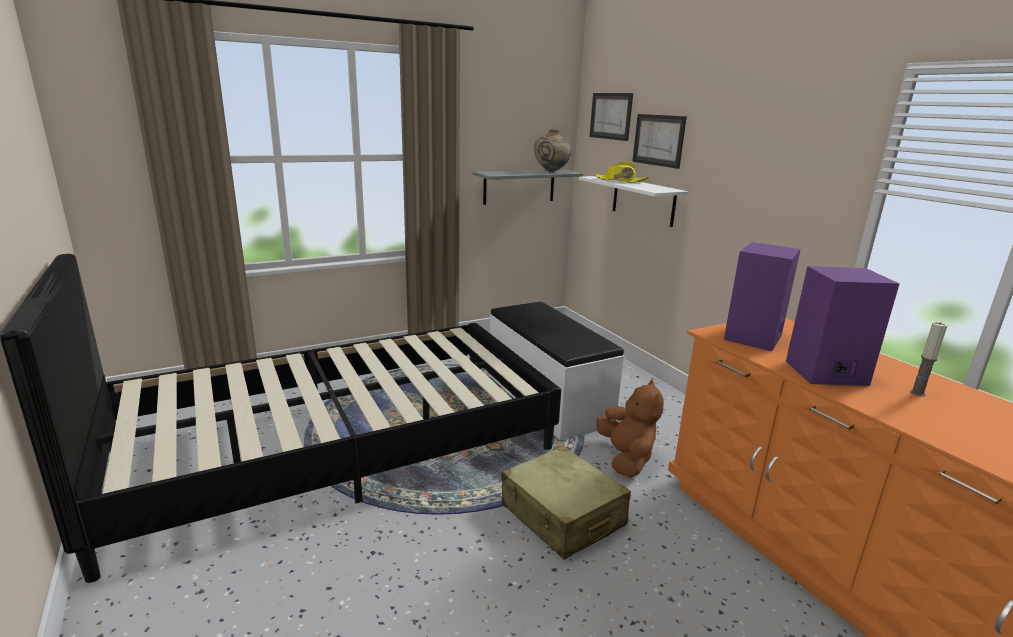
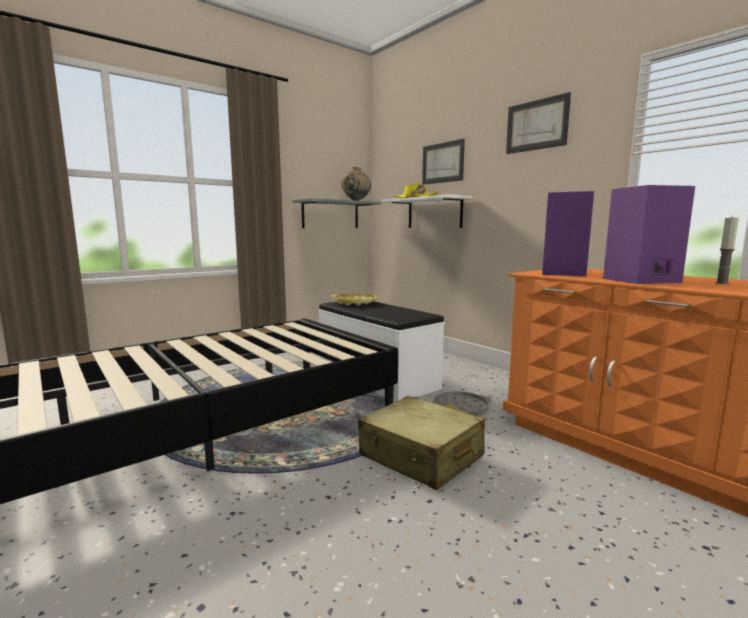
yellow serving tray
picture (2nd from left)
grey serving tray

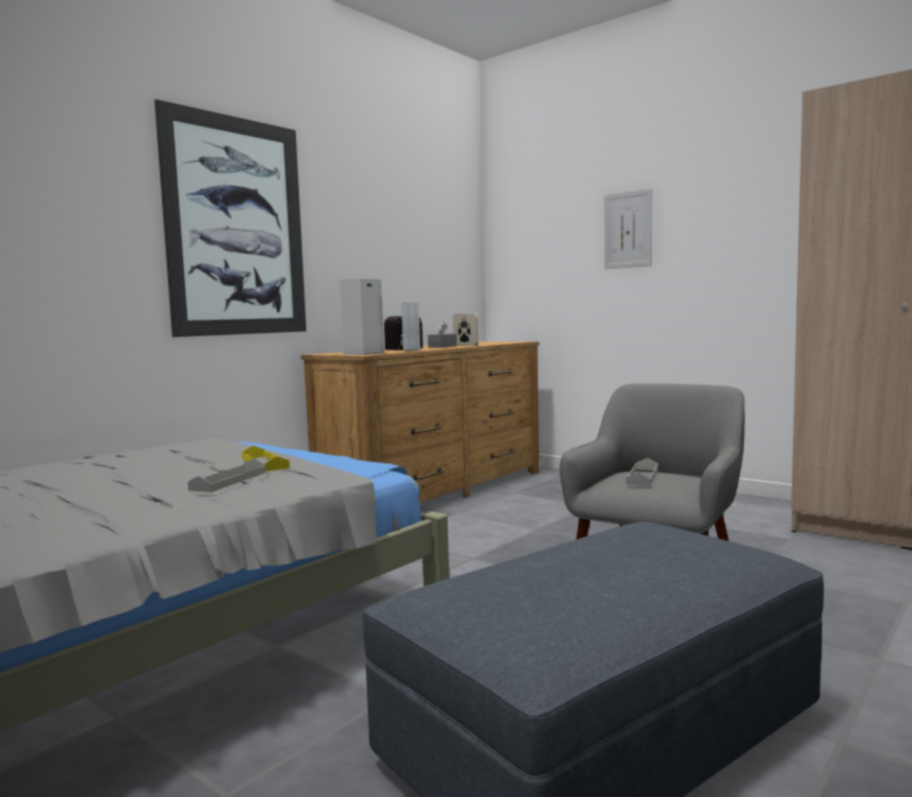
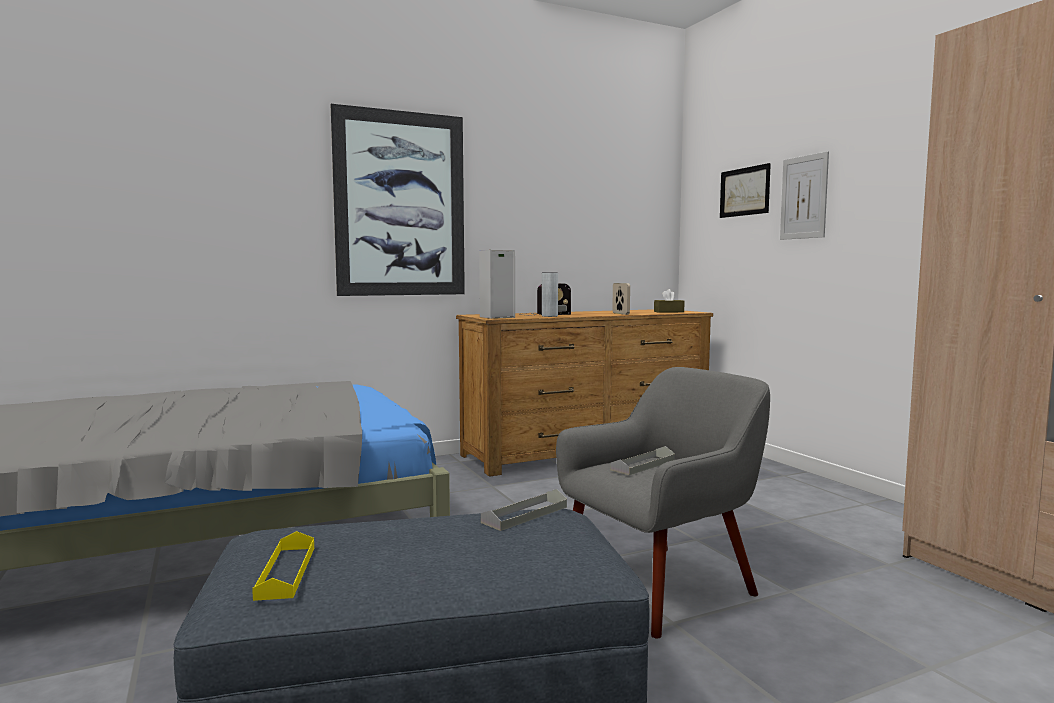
grey box of tissues
brown box of tissues
picture (2nd from left)
grey serving tray (1st from left)
yellow serving tray

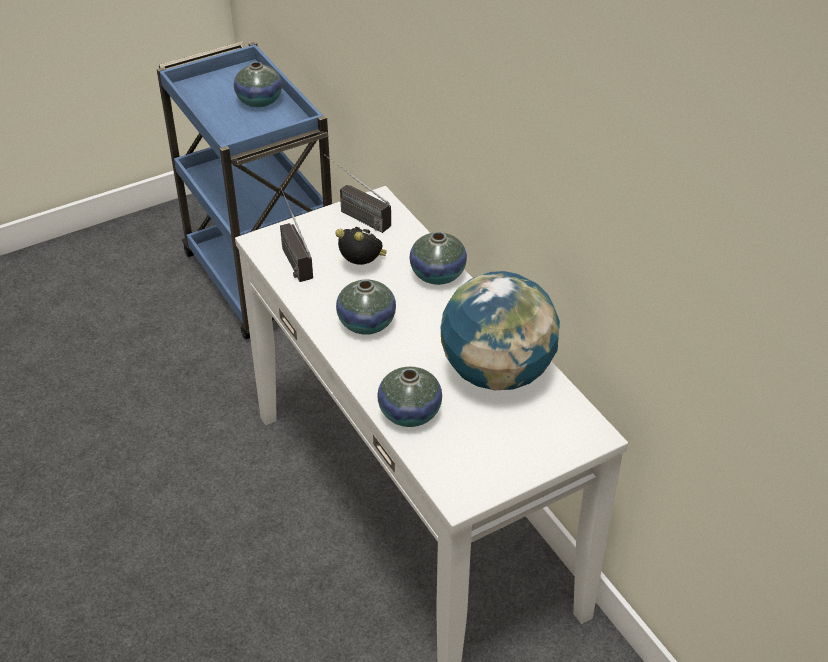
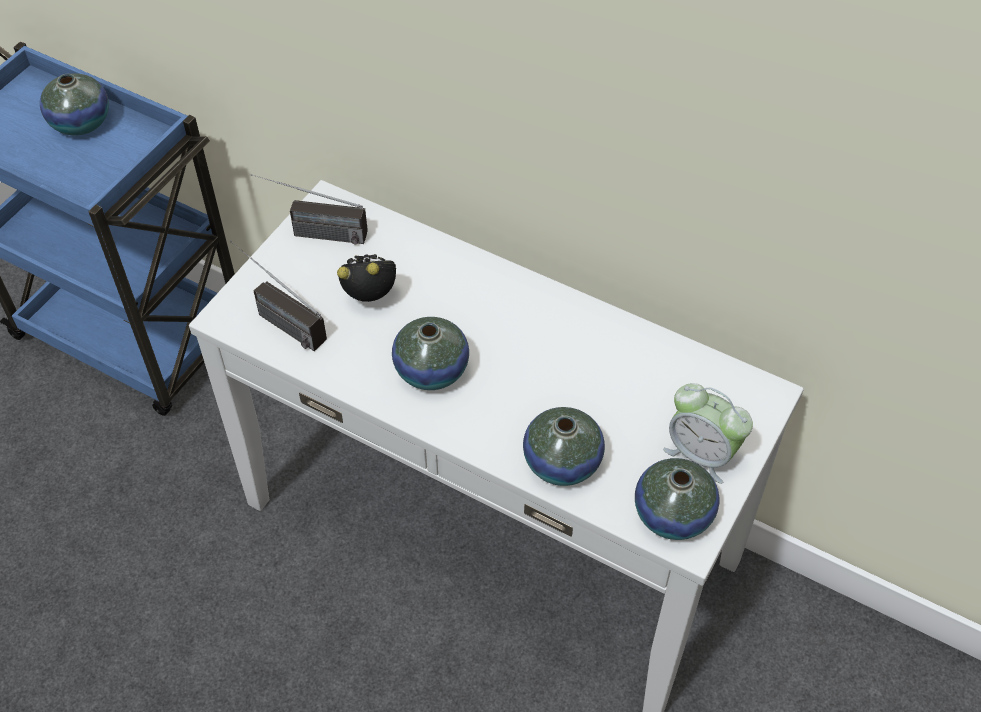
world globe
alarm clock (2nd from left)
decorative vase (4th from left)

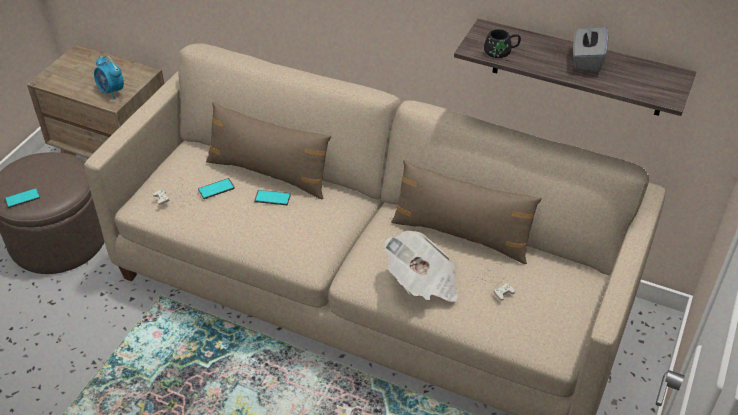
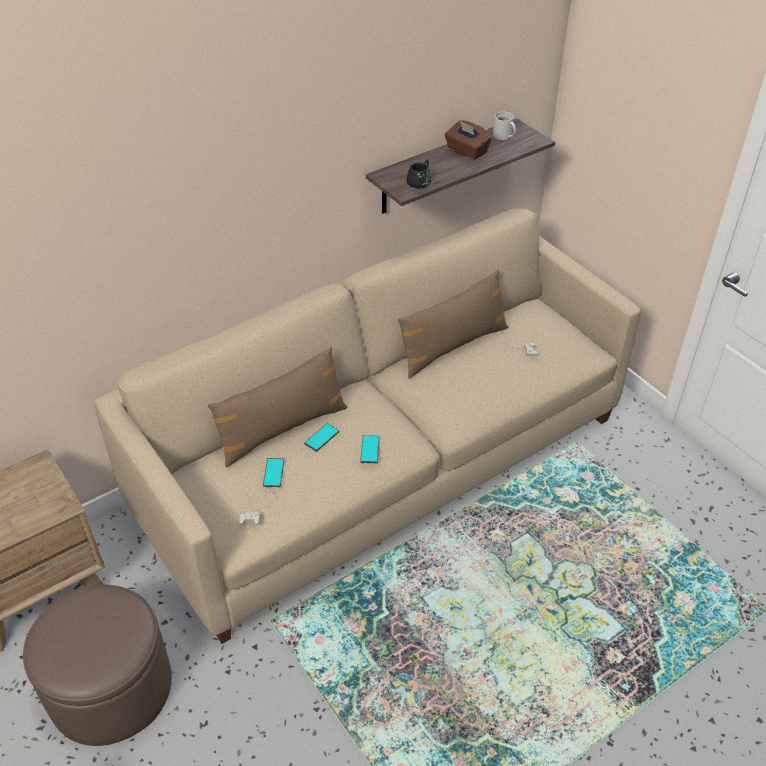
alarm clock
daily paper
white-coloured coffee mug
phone (3rd from left)
brown box of tissues

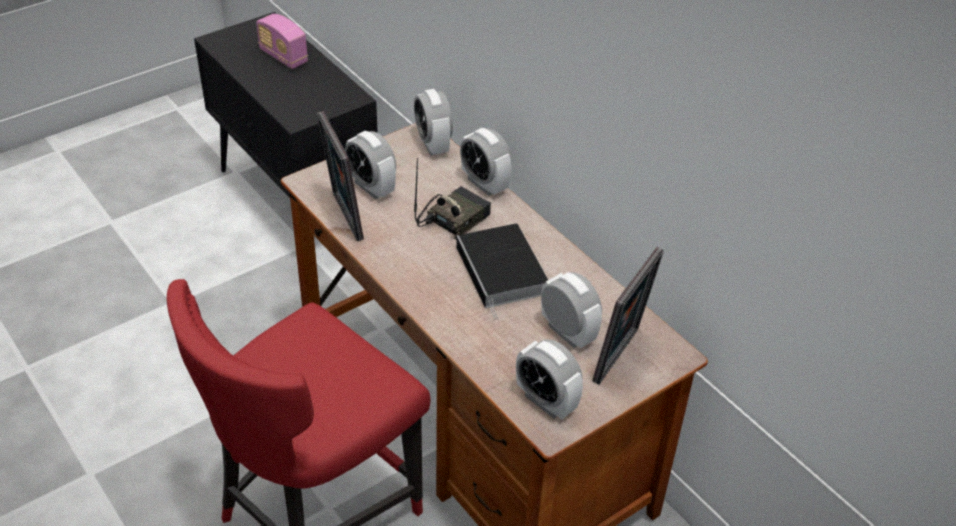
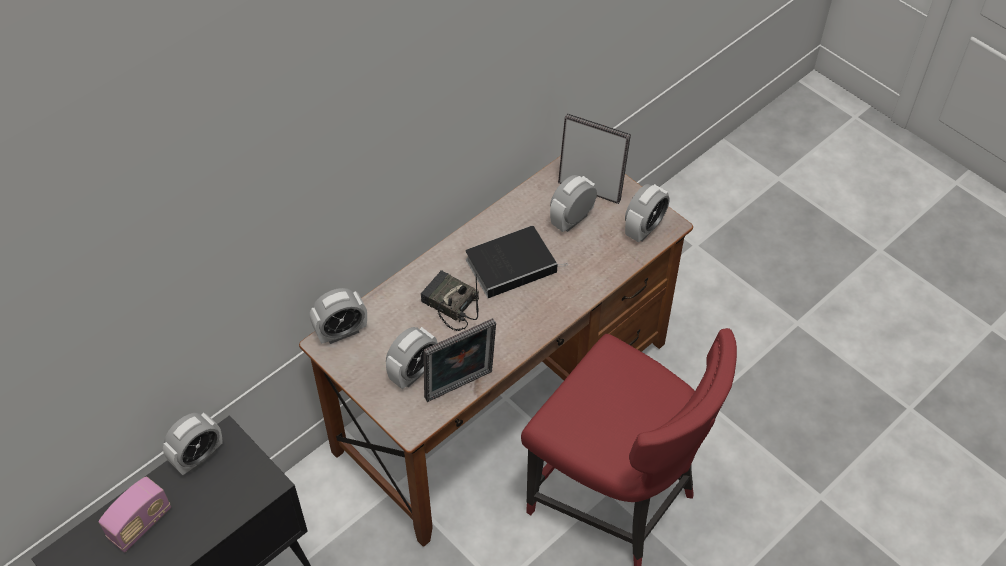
alarm clock (1st from left)

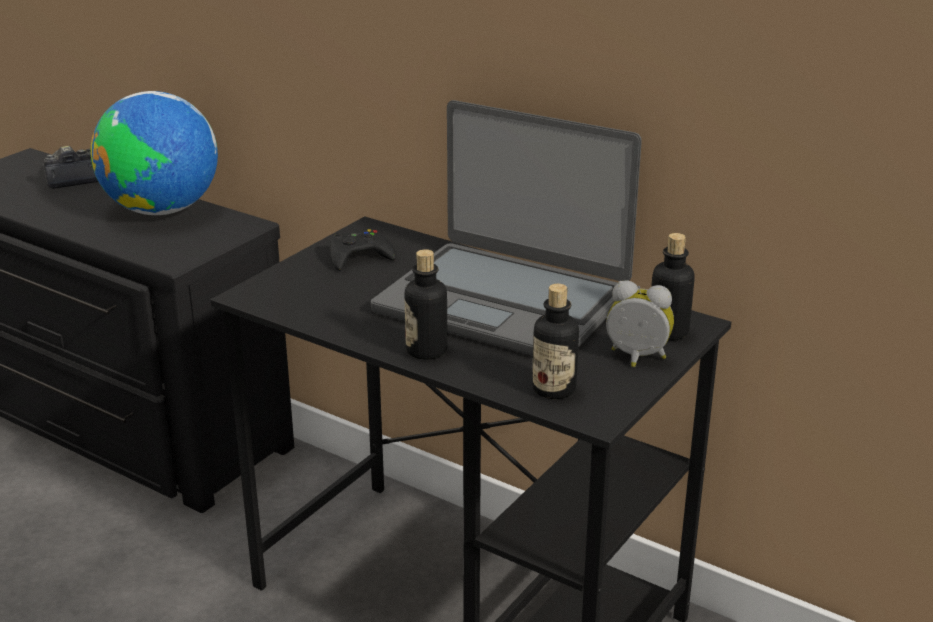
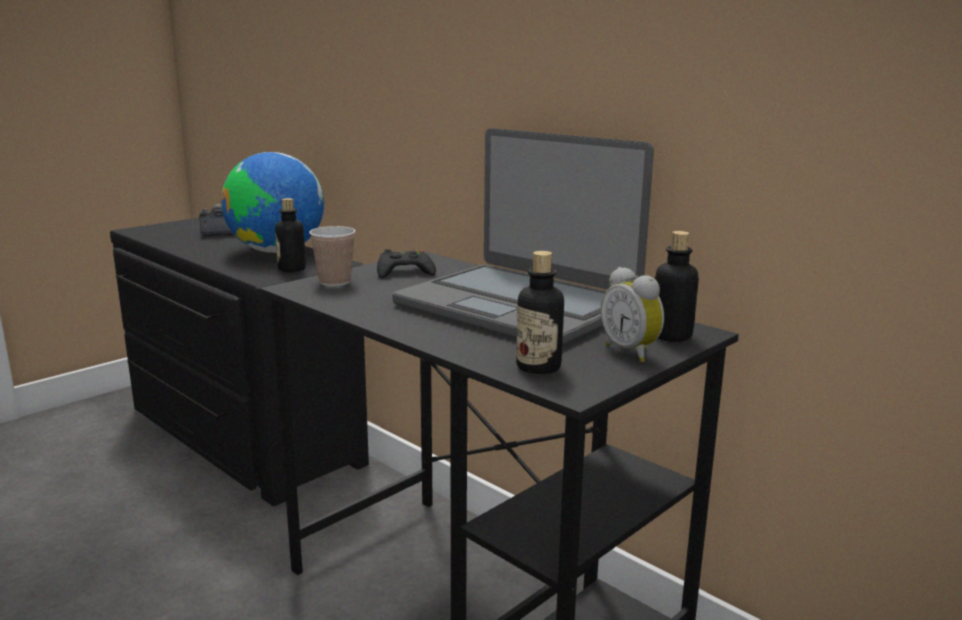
cup
bottle (1st from left)
alarm clock

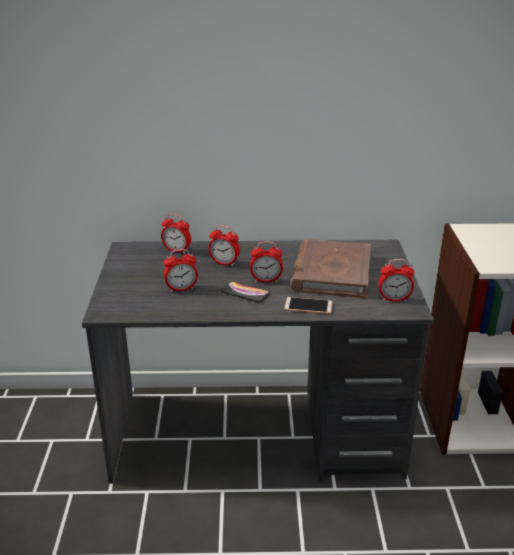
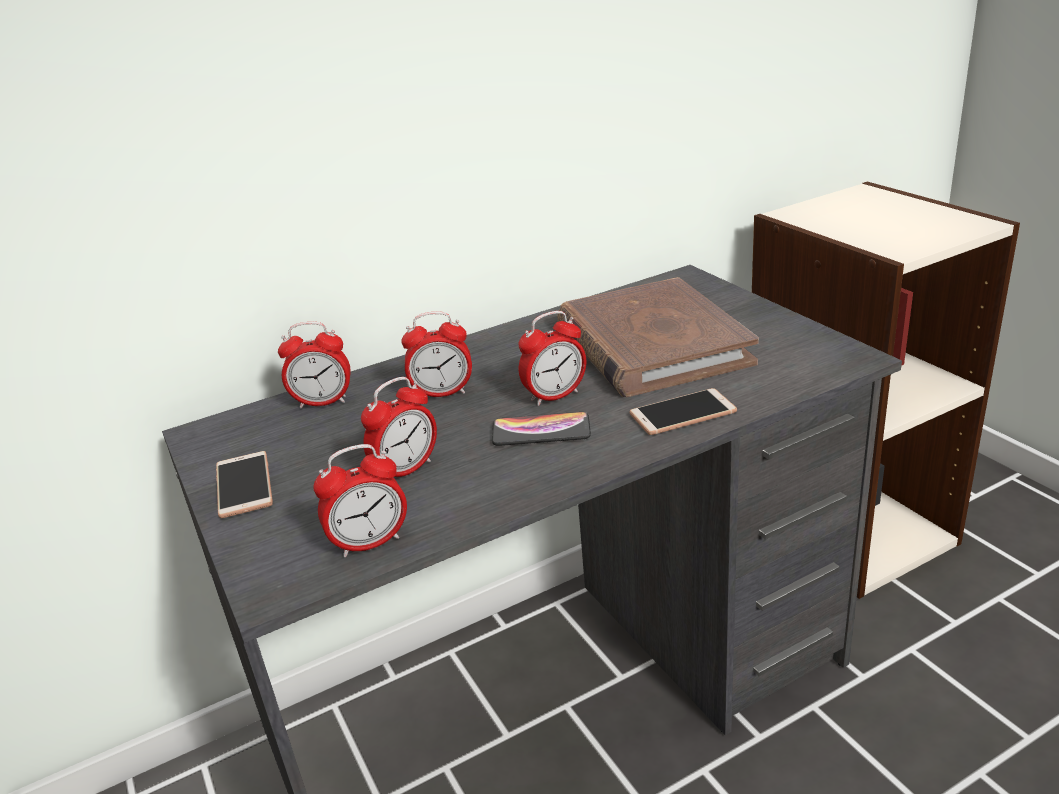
phone (1st from left)
alarm clock (2nd from left)

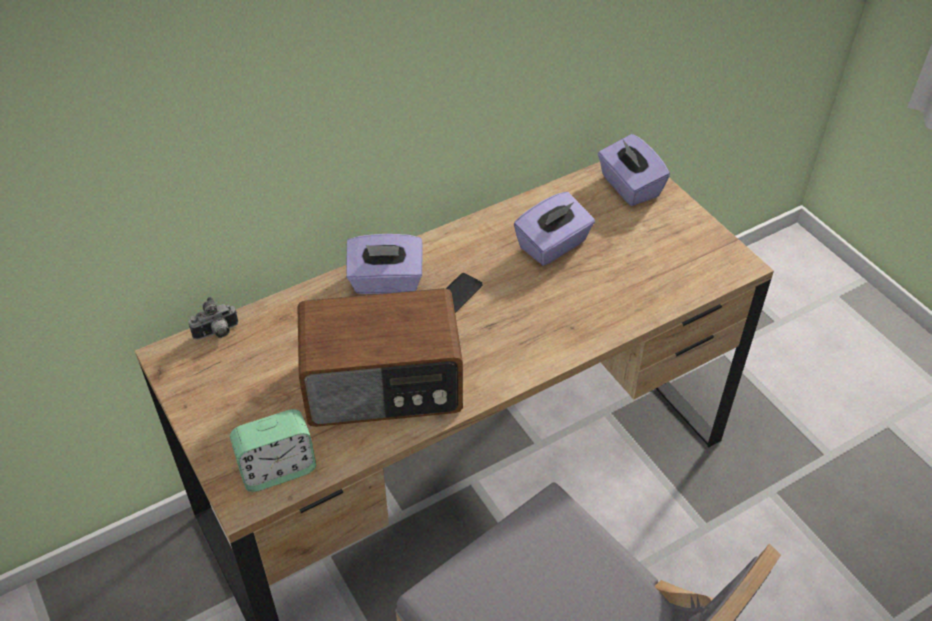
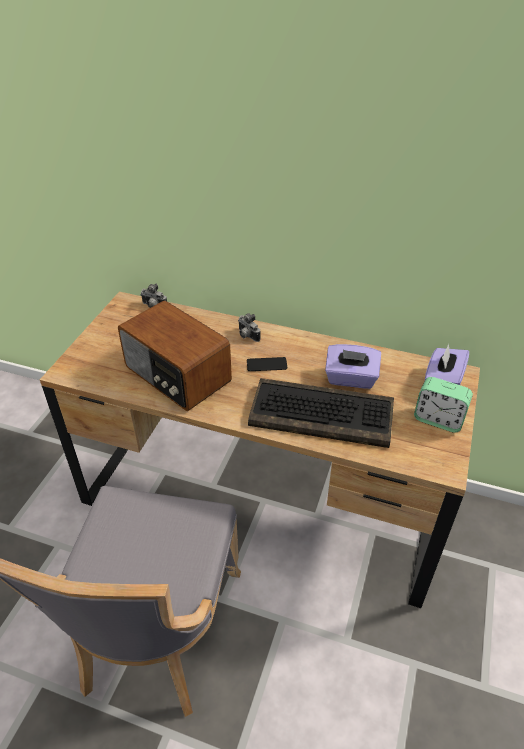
computer keyboard
alarm clock
still camera (2nd from left)

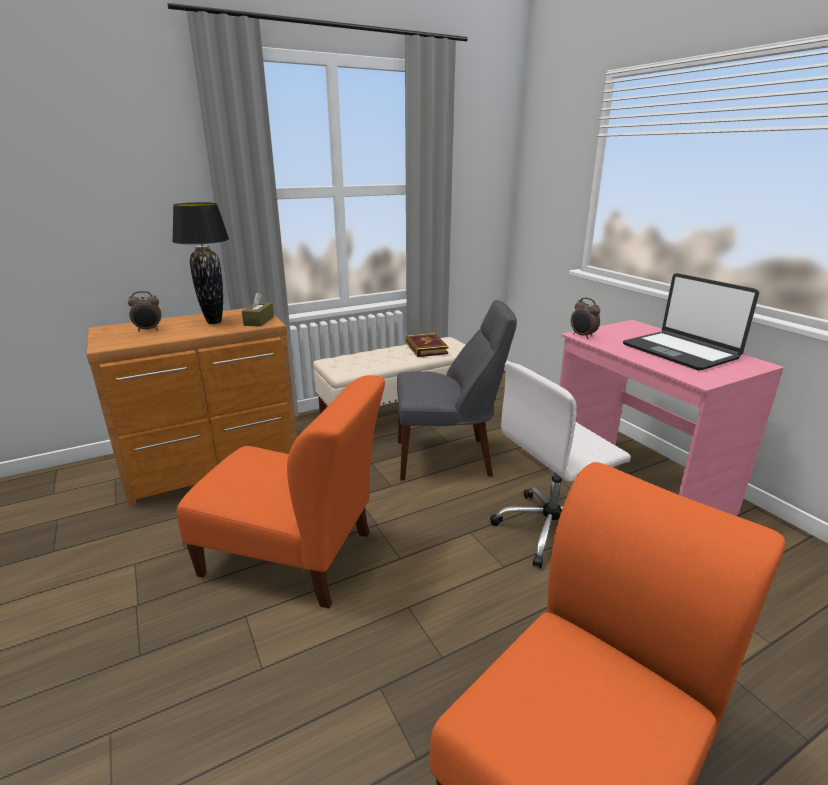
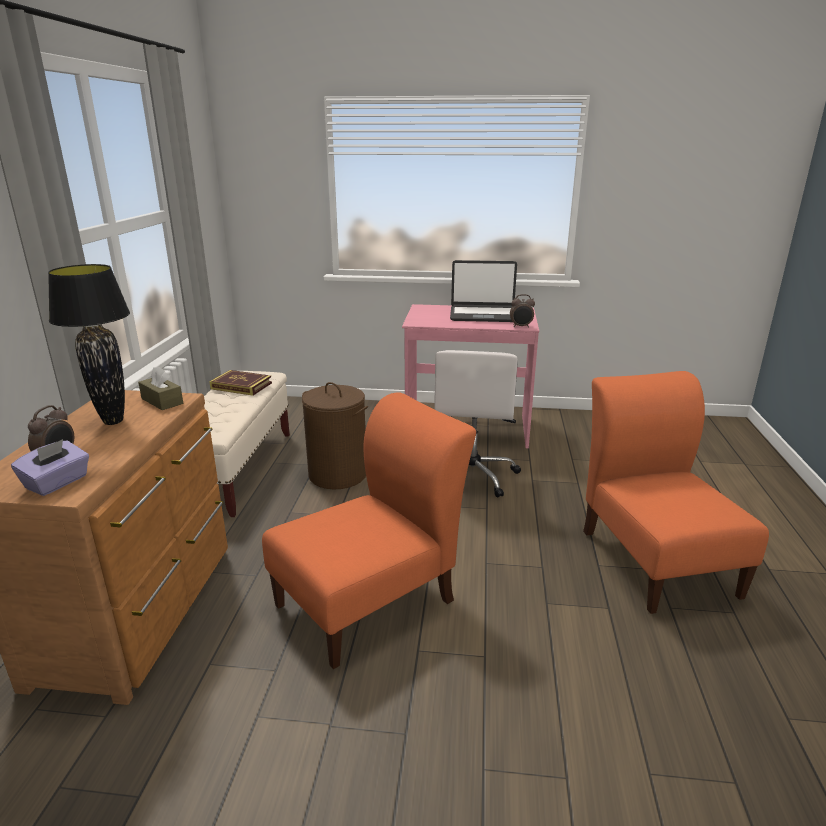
purplish box of tissues
alarm clock (2nd from left)
brown washing basket

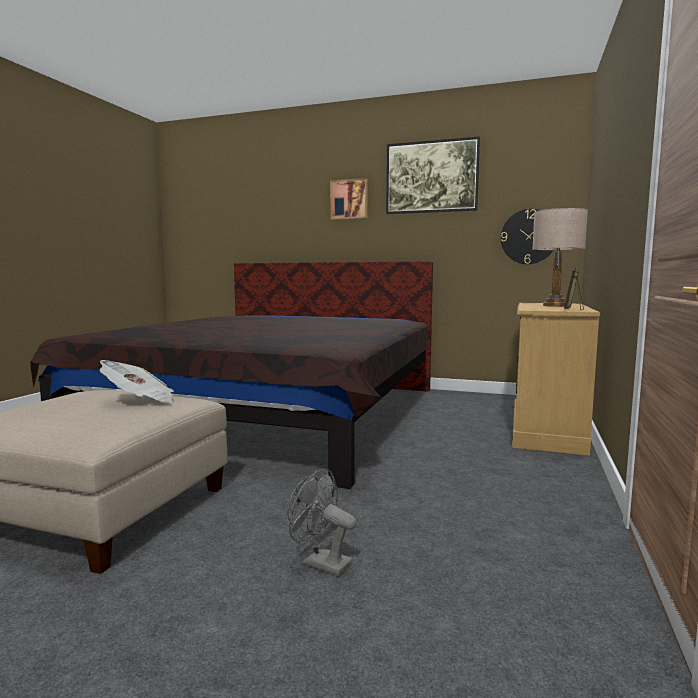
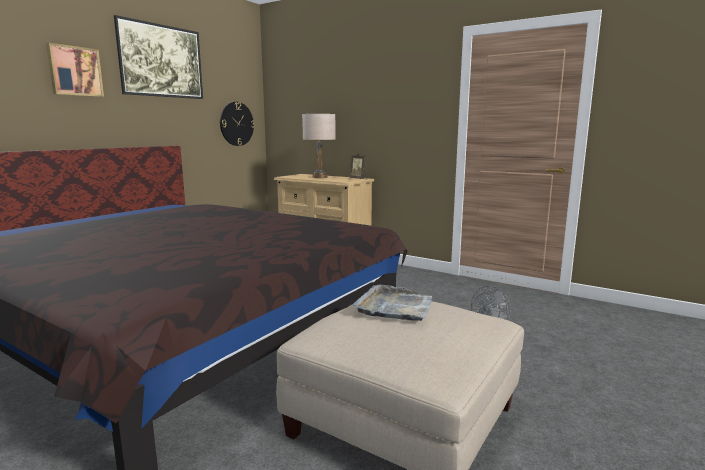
grey serving tray

